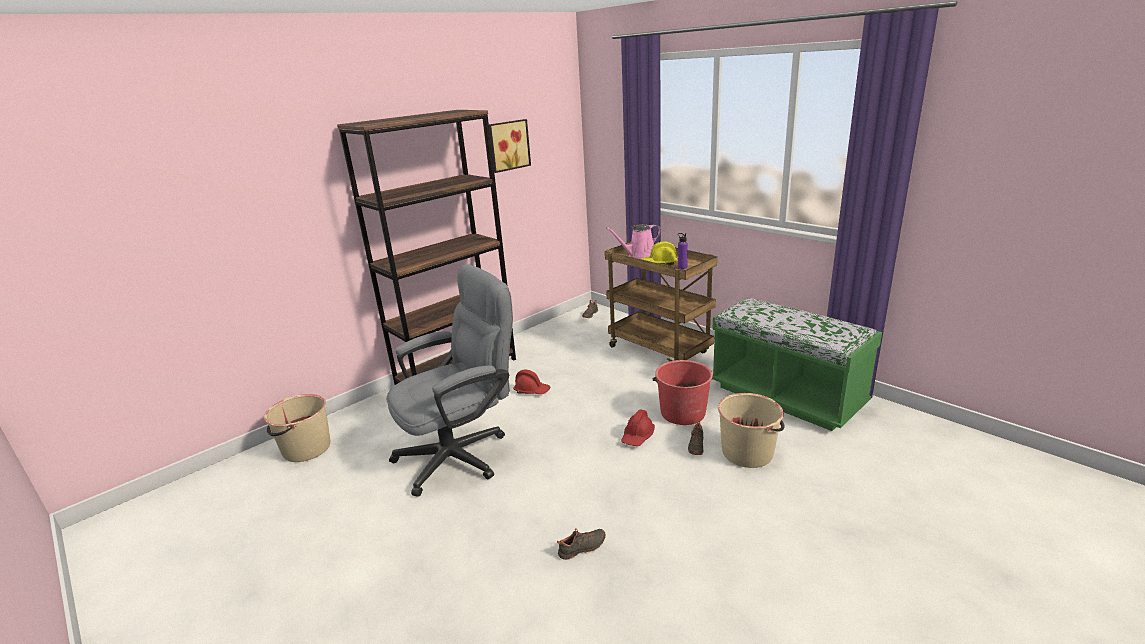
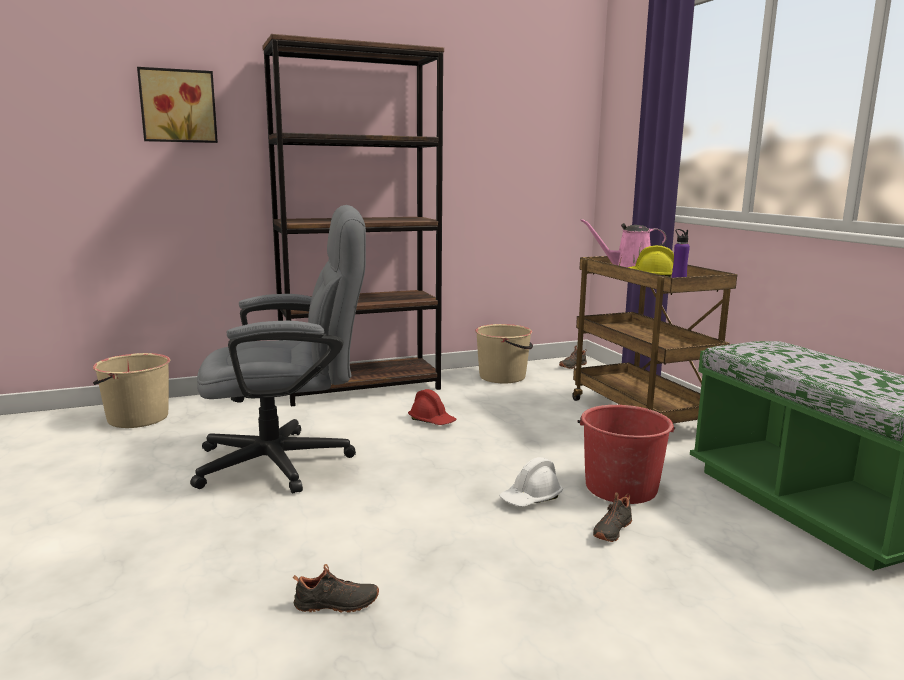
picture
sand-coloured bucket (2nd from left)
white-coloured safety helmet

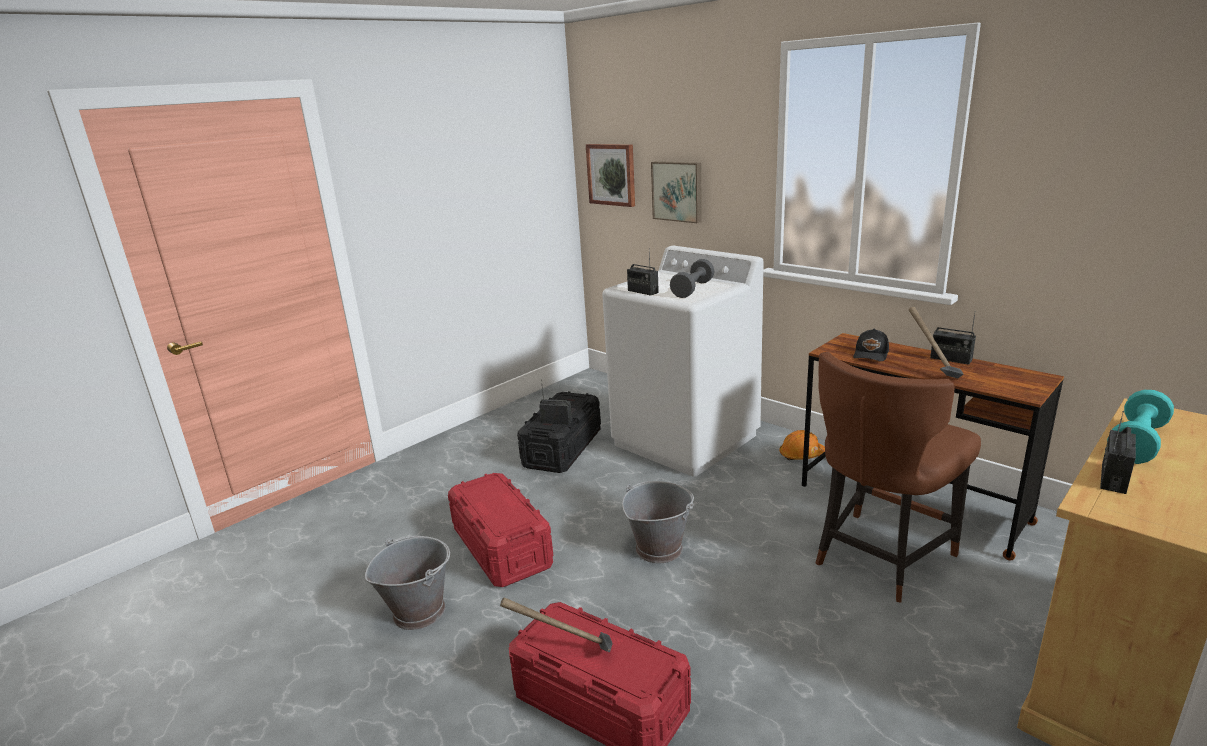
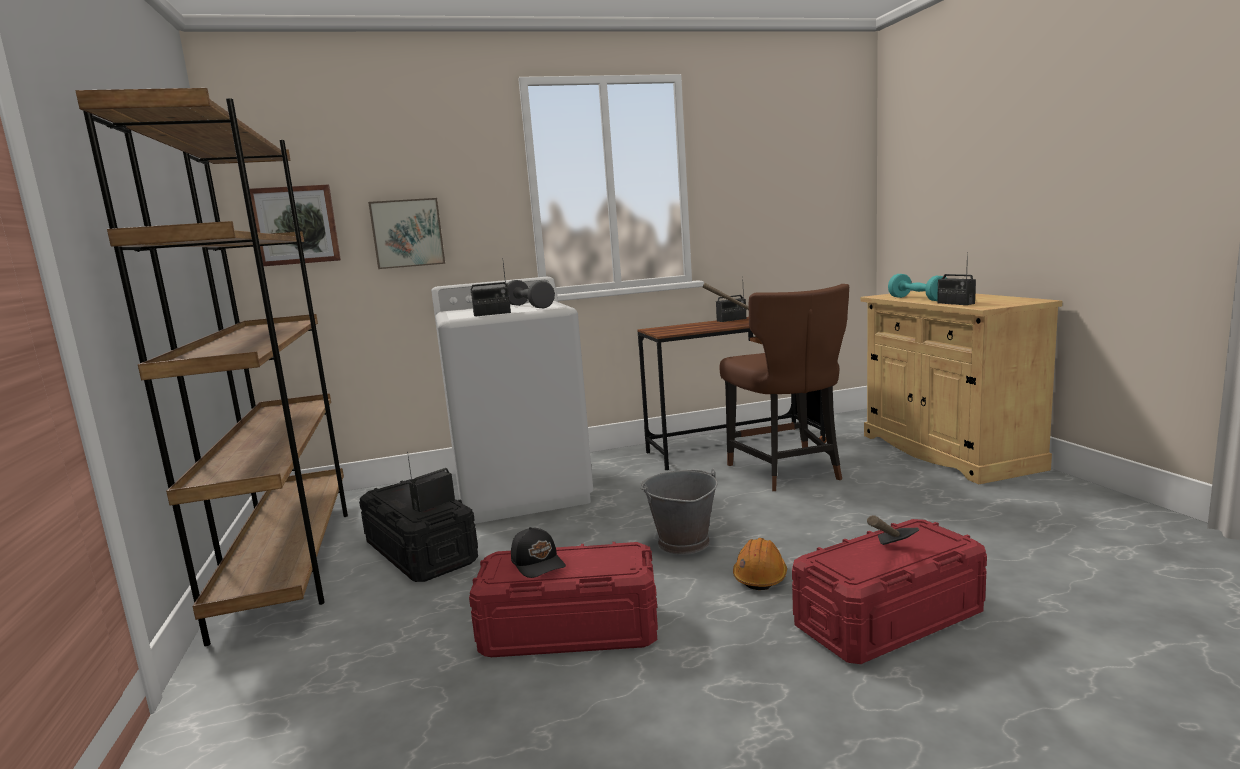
grey bucket (1st from left in the first image)
brown bookshelf
orange-coloured safety helmet
black baseball cap

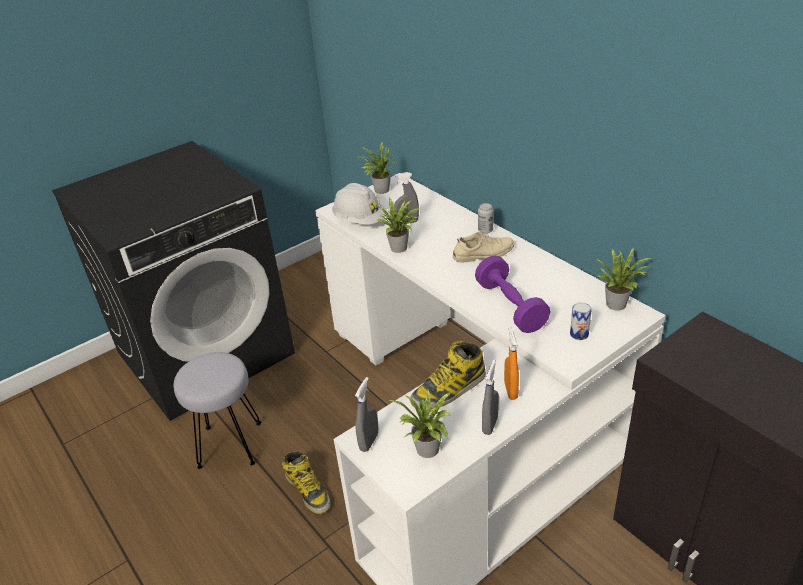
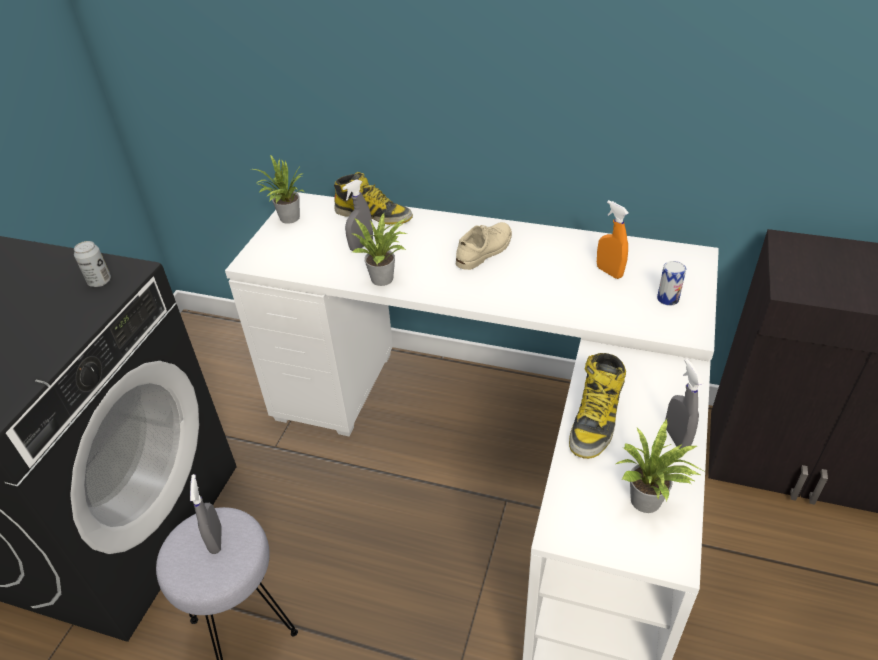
white-coloured safety helmet
purplish dumbbell
potted plant (4th from left in the first image)
boot (1st from left)
grey spray bottle (1st from left)
metal can (1st from left)
orange-coloured spray bottle

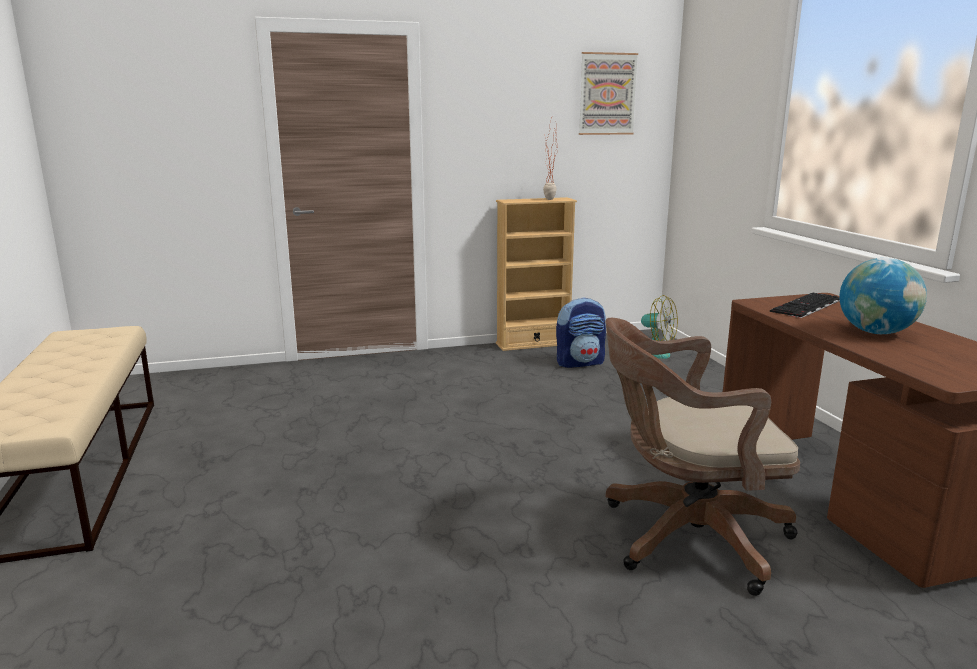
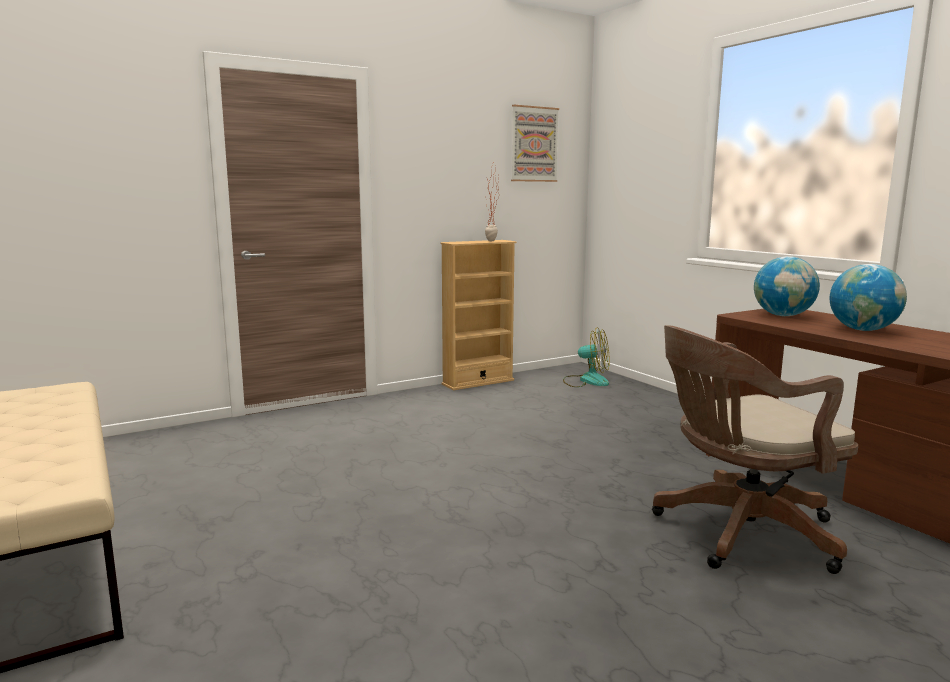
knapsack
world globe (1st from left)

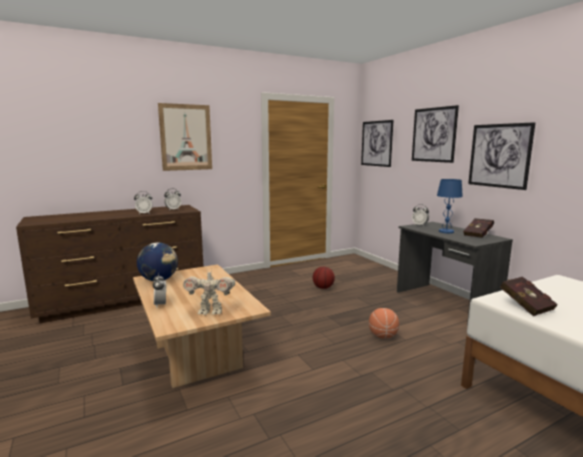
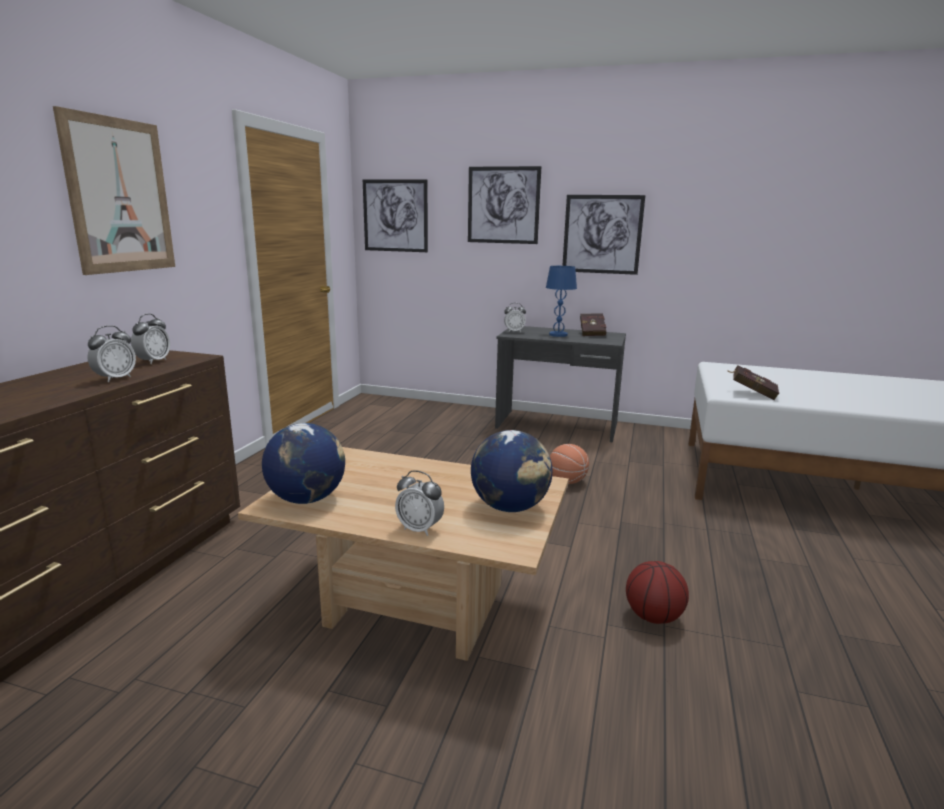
basketball (2nd from left)
world globe (2nd from left)

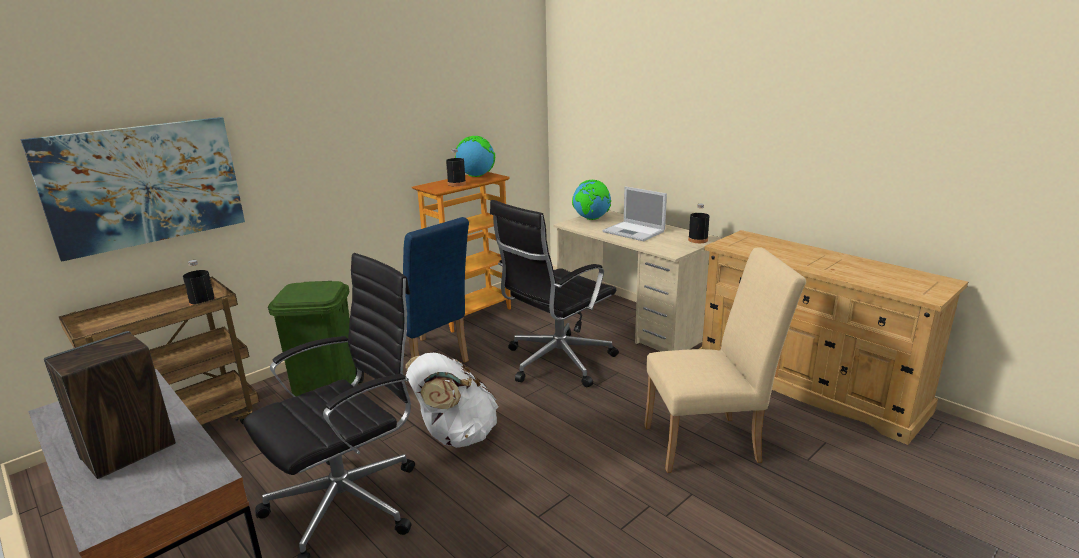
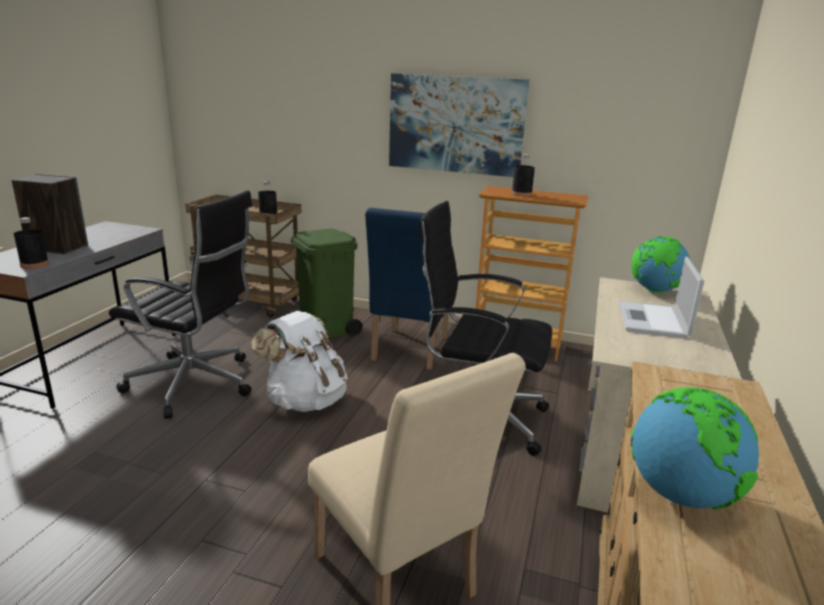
picture
world globe (2nd from left)
black bottle (1st from left)

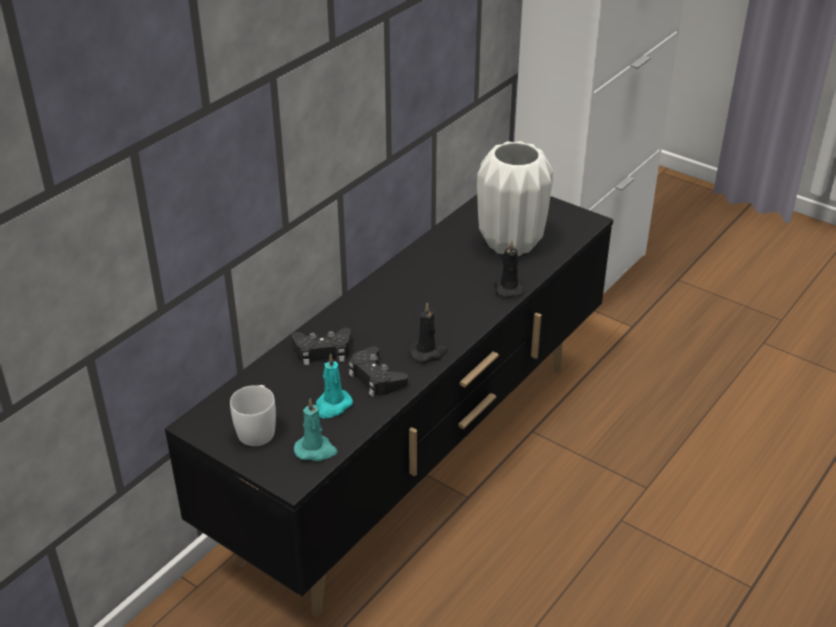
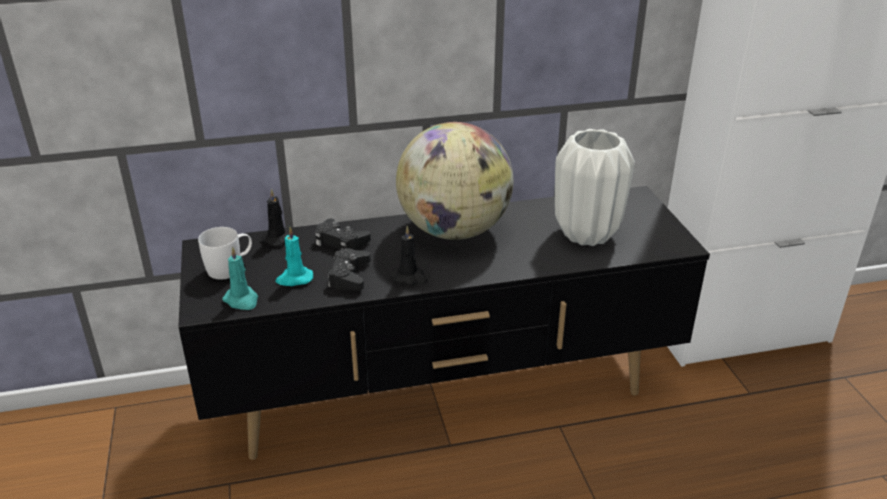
world globe
black wax candle (1st from left)

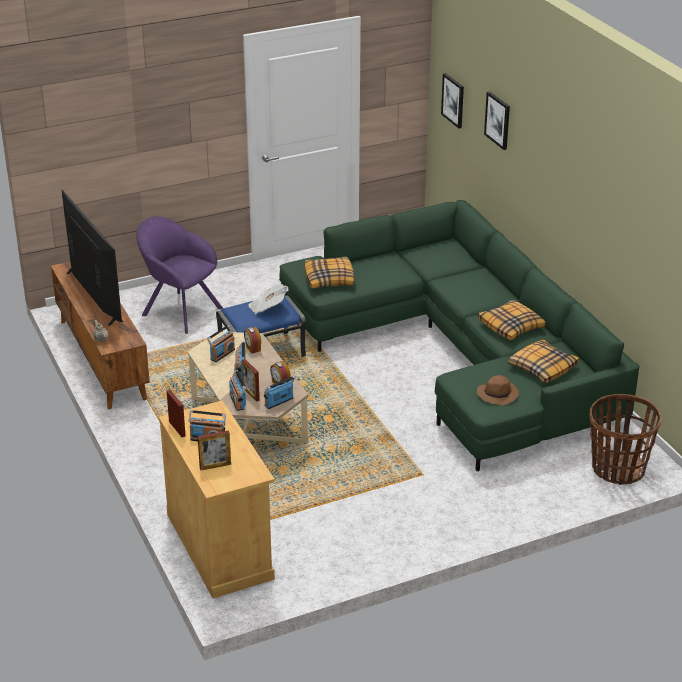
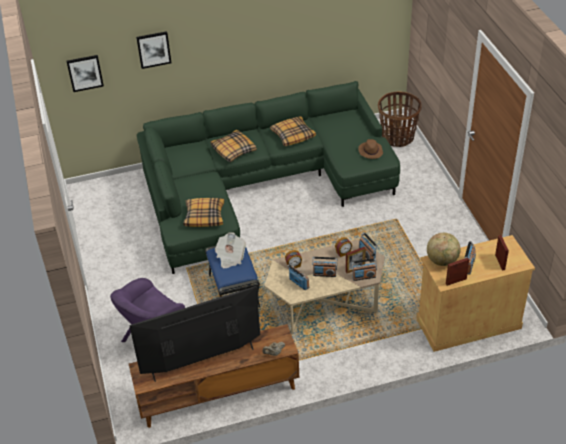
world globe
pillow (2nd from left)

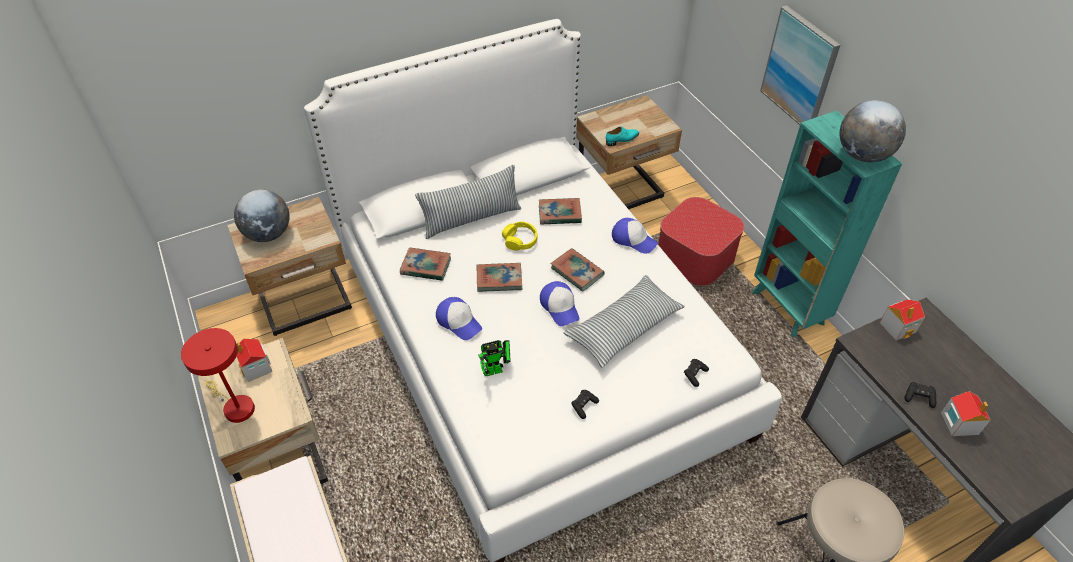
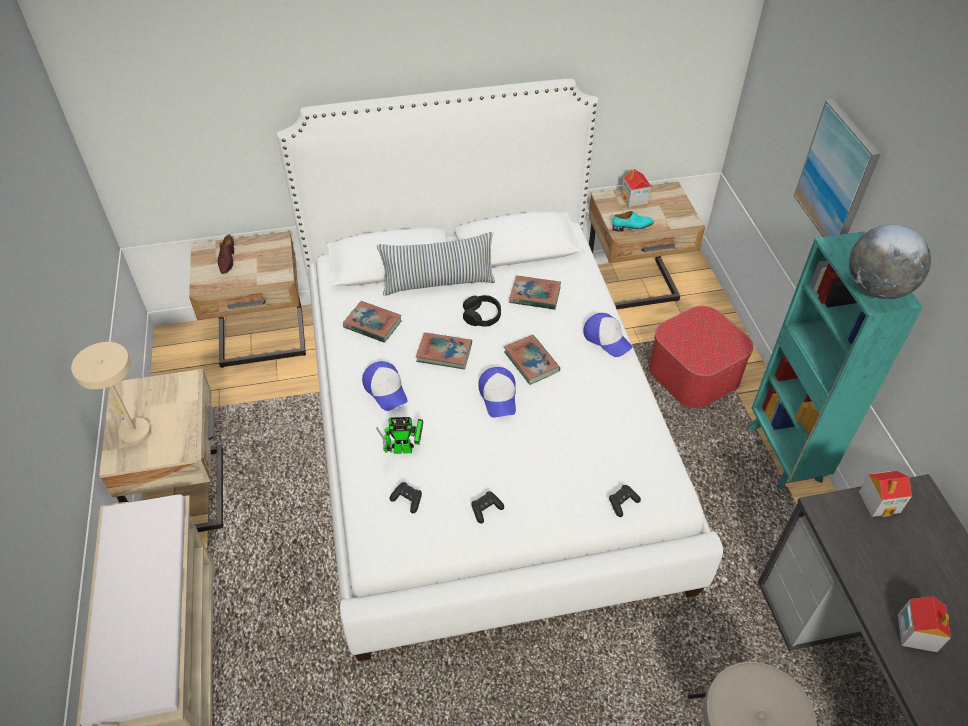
pillow (2nd from left in the first image)
toy house (1st from left)
black game controller (1st from left)
brown shoe
sand-coloured lamp for a table
black pair of headphones

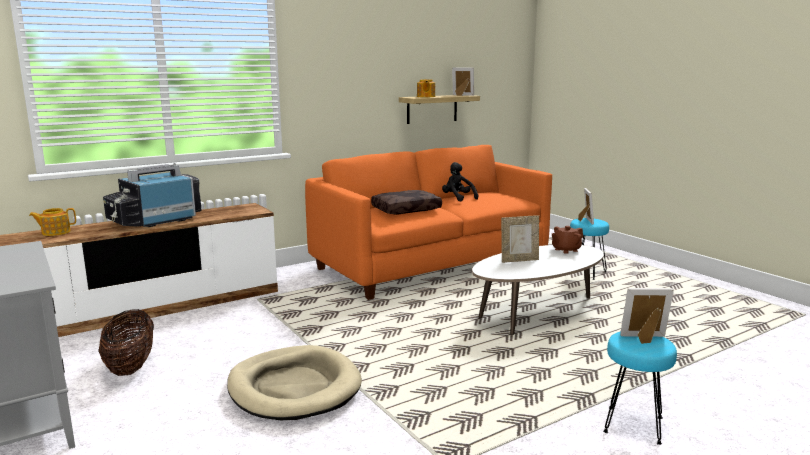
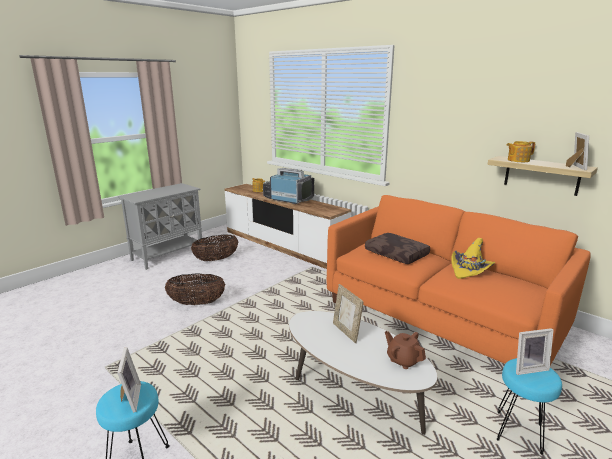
basket (1st from left)
yellow wearable hat

